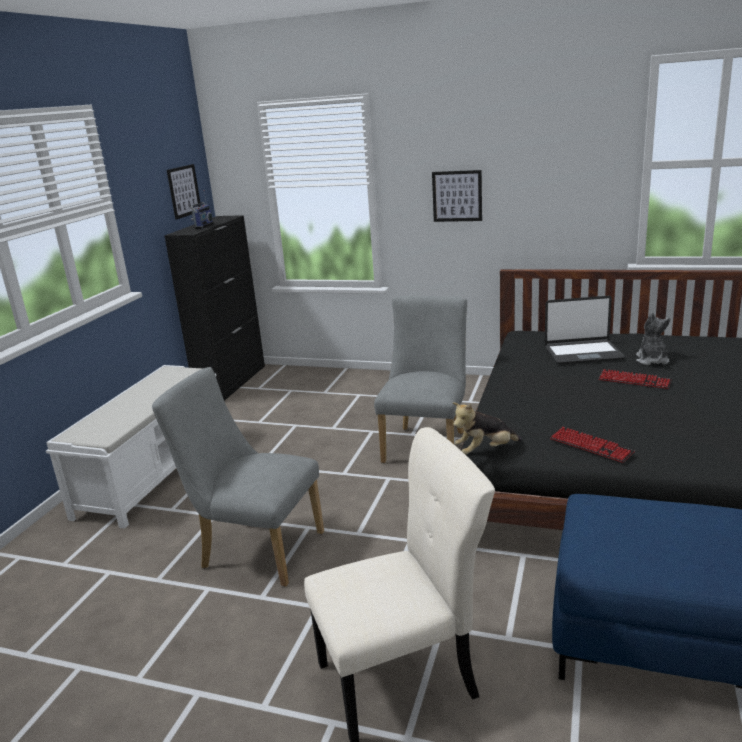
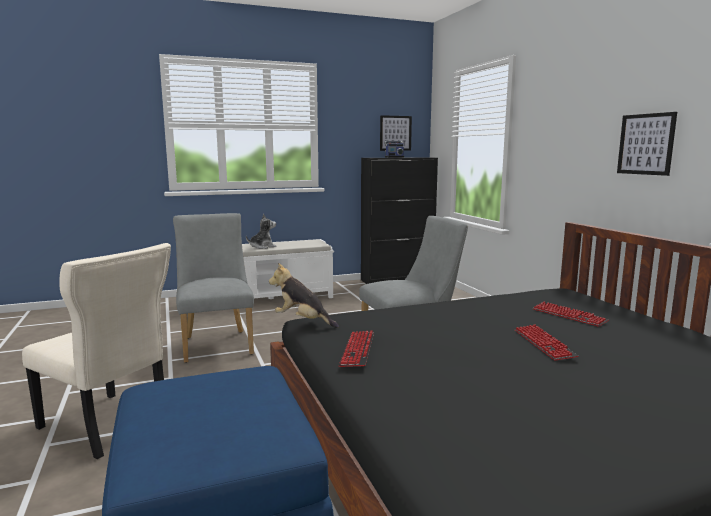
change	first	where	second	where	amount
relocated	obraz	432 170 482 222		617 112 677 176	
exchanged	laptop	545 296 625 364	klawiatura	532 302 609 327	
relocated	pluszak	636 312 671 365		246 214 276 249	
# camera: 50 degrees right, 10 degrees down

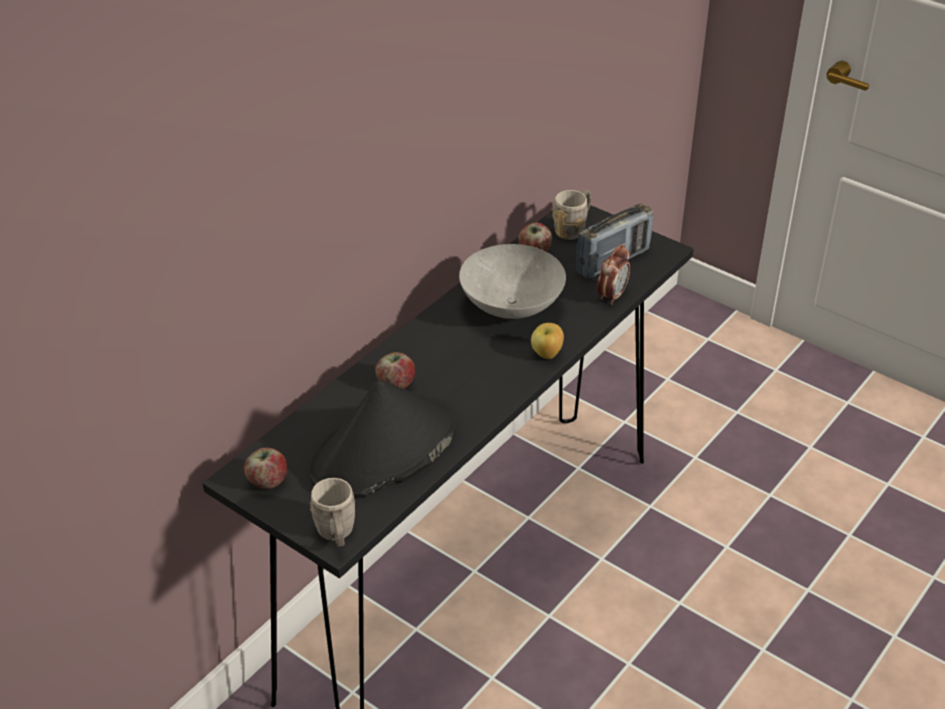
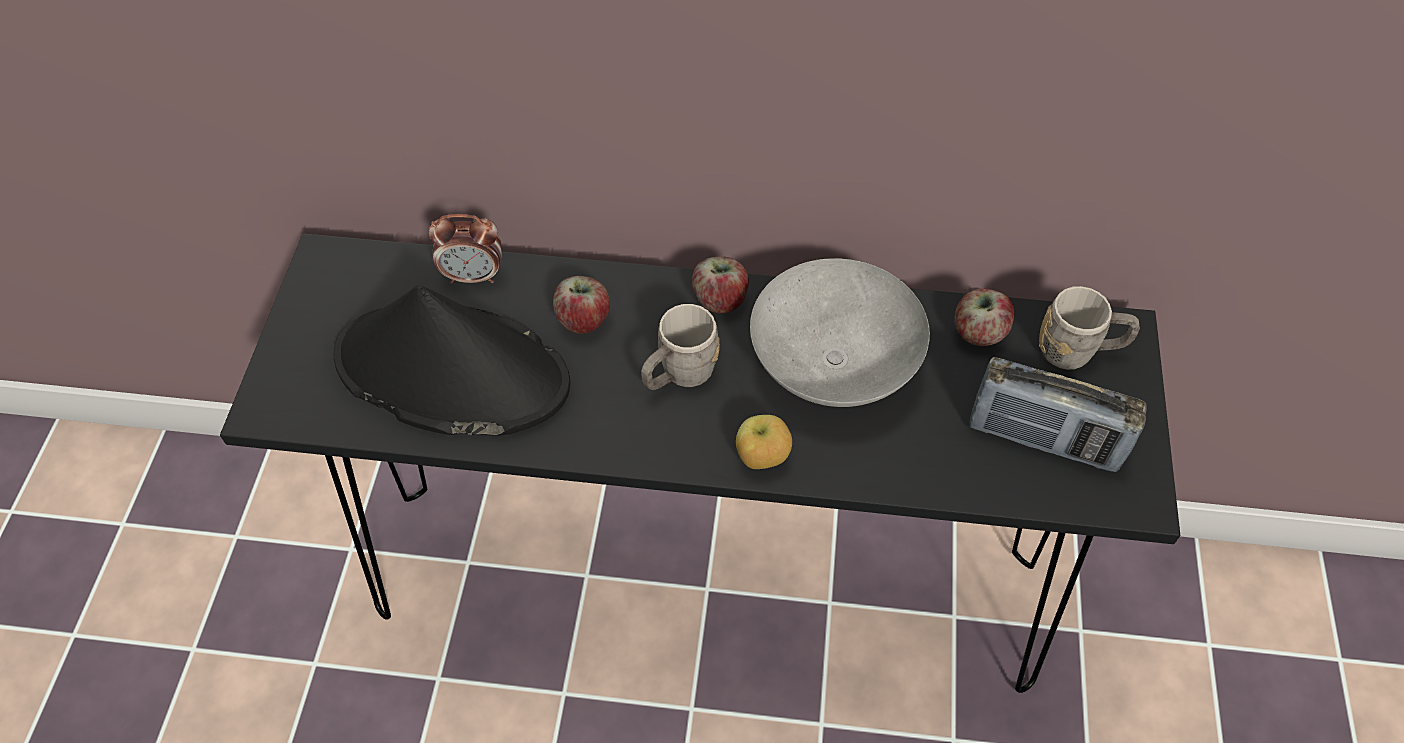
change	first	where	second	where	amount
relocated	budzik	597 244 630 305		429 214 502 284	
relocated	jabłko	244 448 287 489		692 256 749 313	
relocated	kubek (szary)	310 478 355 547		641 304 719 390	
# camera: 60 degrees right, 15 degrees up

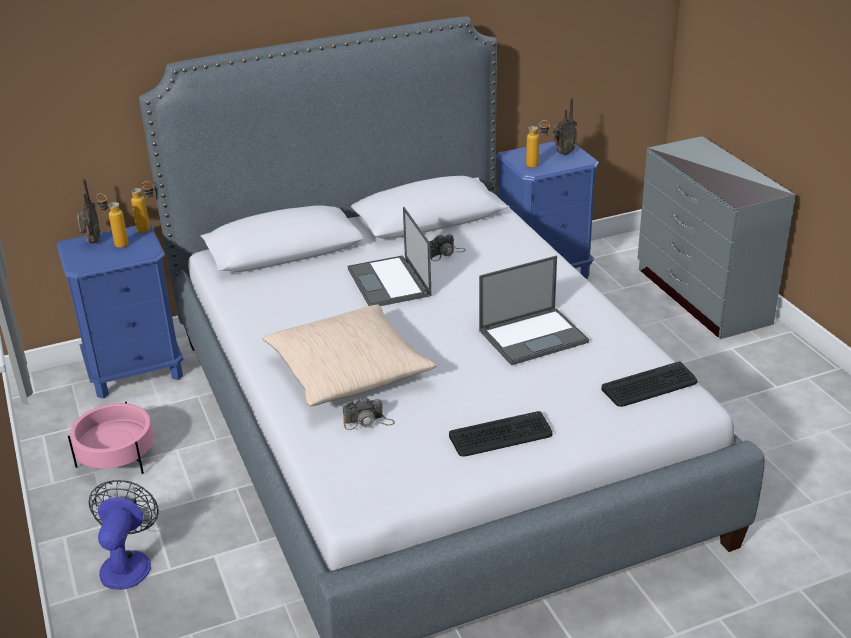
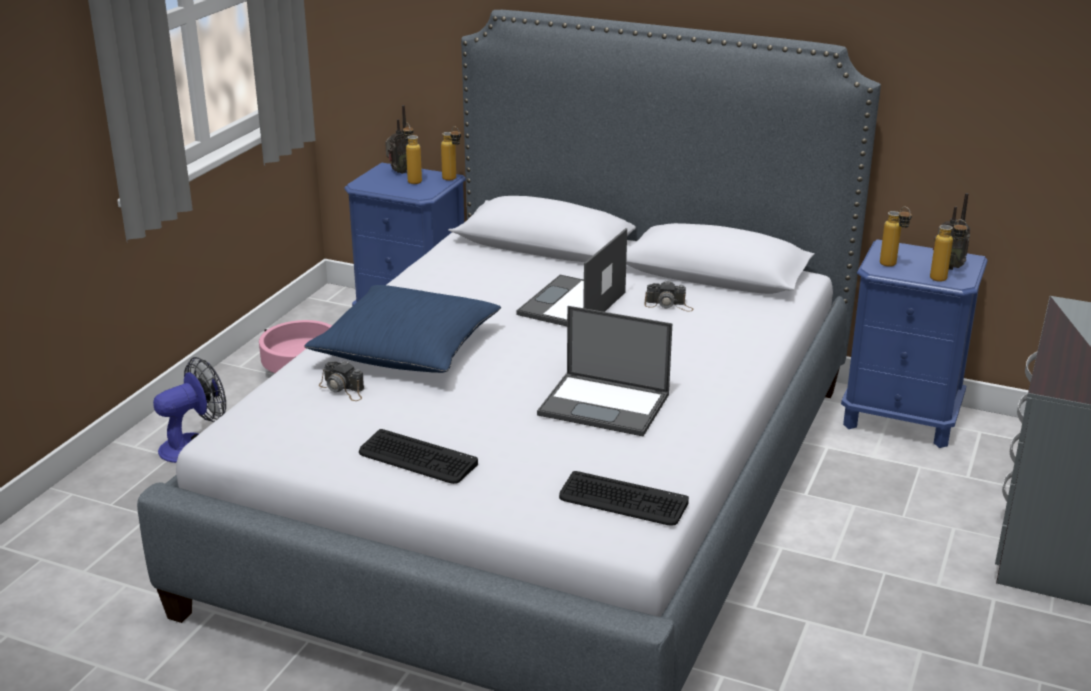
change	first	where	second	where	amount
colour	poduszka (beżowy)	262 305 437 406	poduszka (niebieski)	304 285 501 373	
appeared			butelka	930 219 967 282	
# camera: 45 degrees right, 5 degrees down

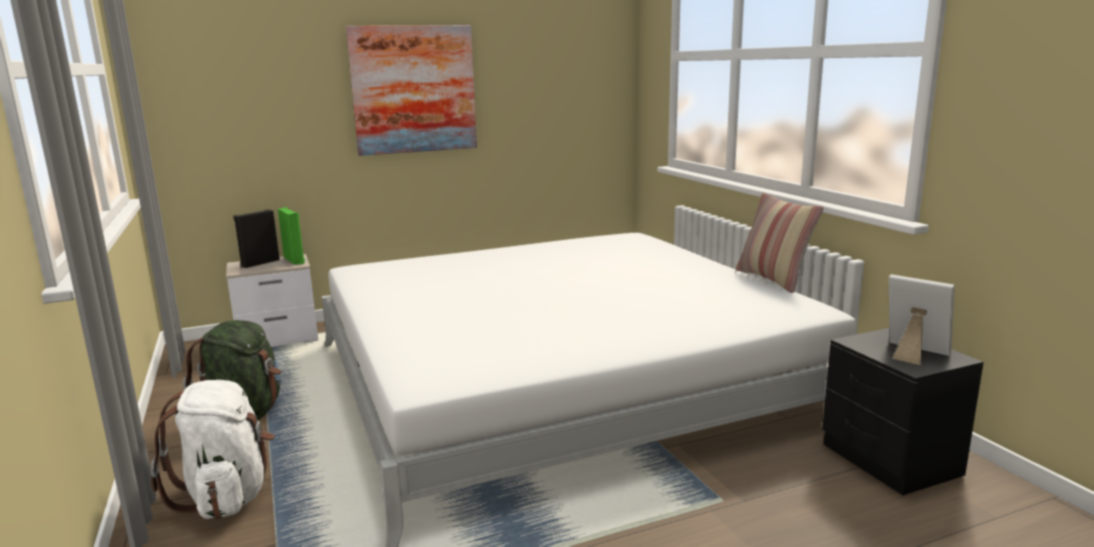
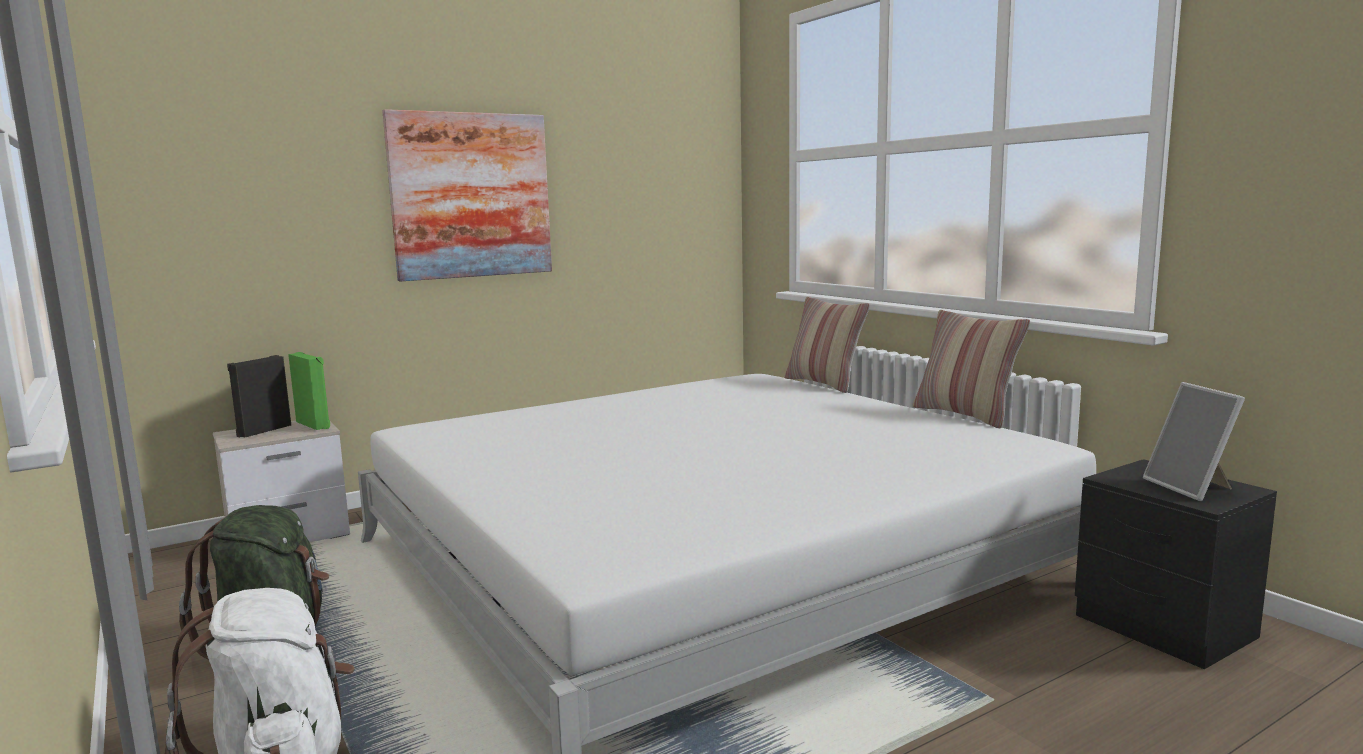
change	first	where	second	where	amount
spun	ramka na zdjęcie	889 274 954 365		1143 382 1245 501	135 degrees counterclockwise
appeared			poduszka	784 297 870 393	
# camera: 10 degrees left, 5 degrees down

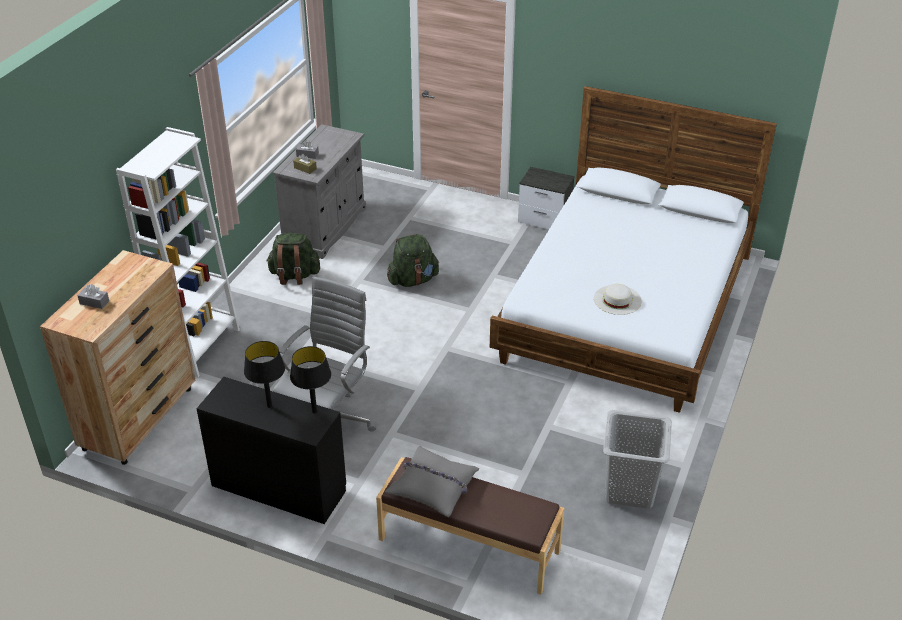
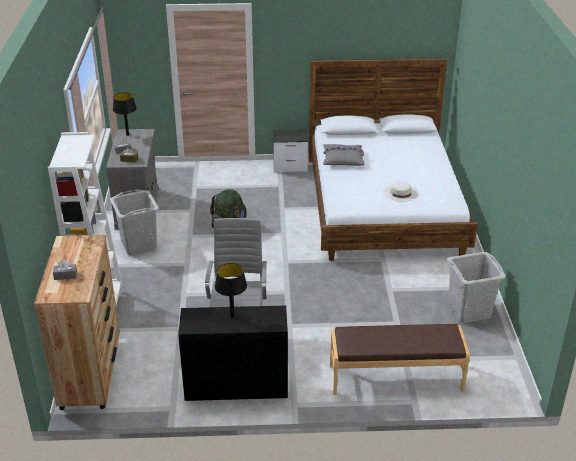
change	first	where	second	where	amount
exchanged	plecak (zielony)	266 233 320 285	kosz na pranie (szary)	110 189 159 255	
relocated	lampa stołowa (czarny)	290 346 331 414		113 92 137 136	
relocated	poduszka (szary)	385 446 479 517		323 144 365 166	
# camera: 25 degrees left, 5 degrees down

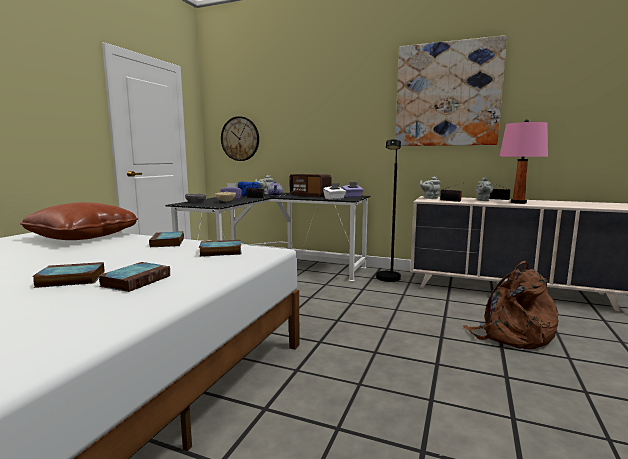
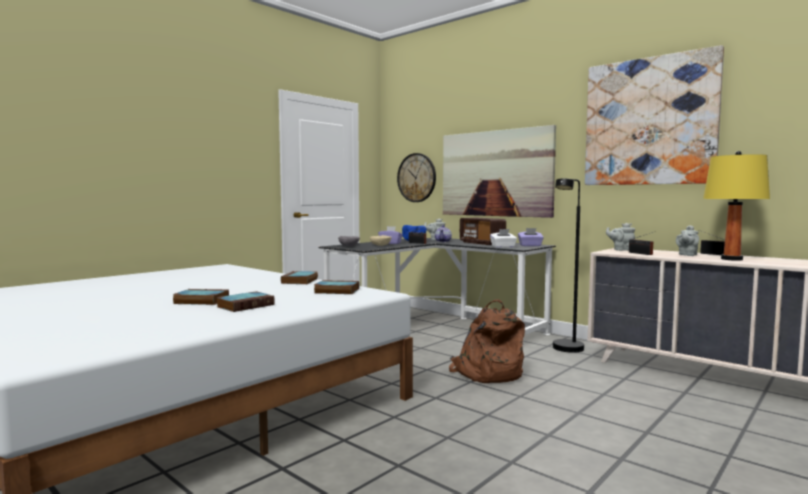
change	first	where	second	where	amount
colour	lampa stołowa (różowy)	499 119 548 204	lampa stołowa (żółty)	703 151 770 261	
missing	poduszka (brązowy)	20 202 138 240			
relocated	plecak (brązowy)	463 261 559 349		449 299 525 383	
appeared			obraz	443 125 556 218	
# camera: 20 degrees right, 5 degrees down

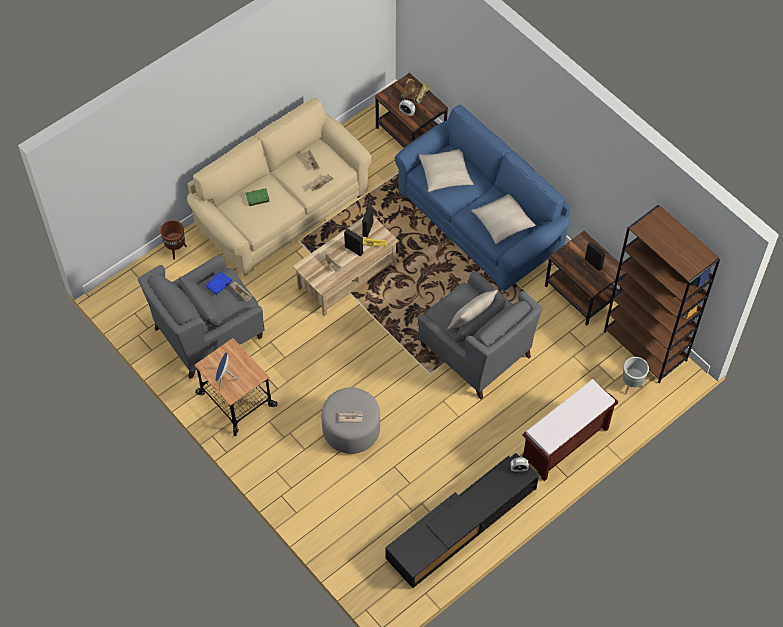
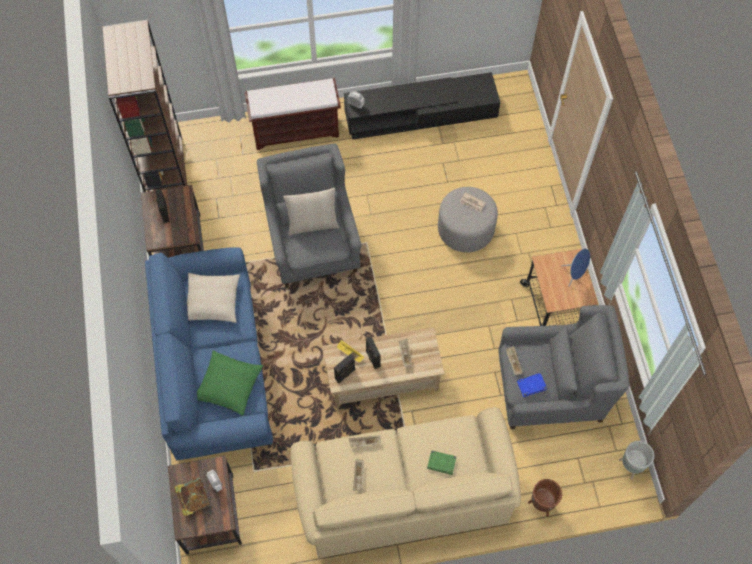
change	first	where	second	where	amount
colour	poduszka (beżowy)	419 149 473 192	poduszka (zielony)	197 350 263 416	
relocated	donica (szary)	622 357 649 395		619 441 654 480	
# camera: 150 degrees left, 5 degrees up

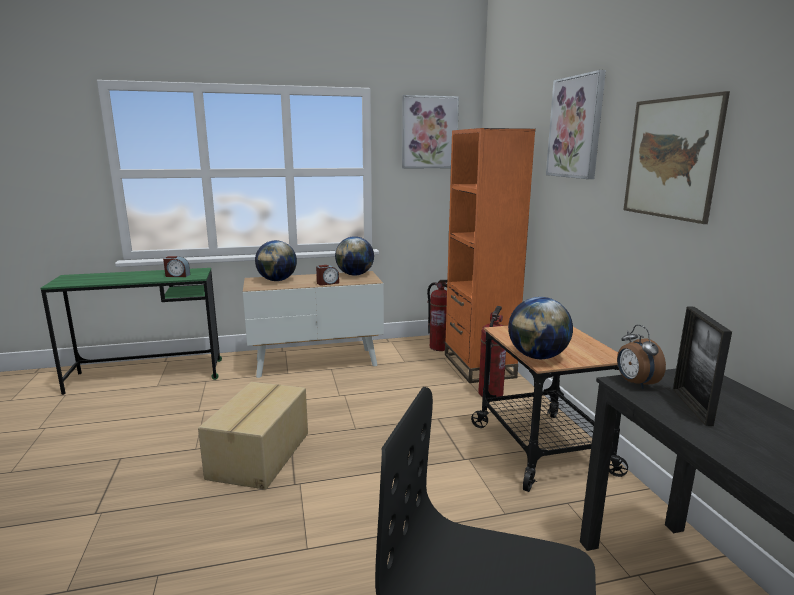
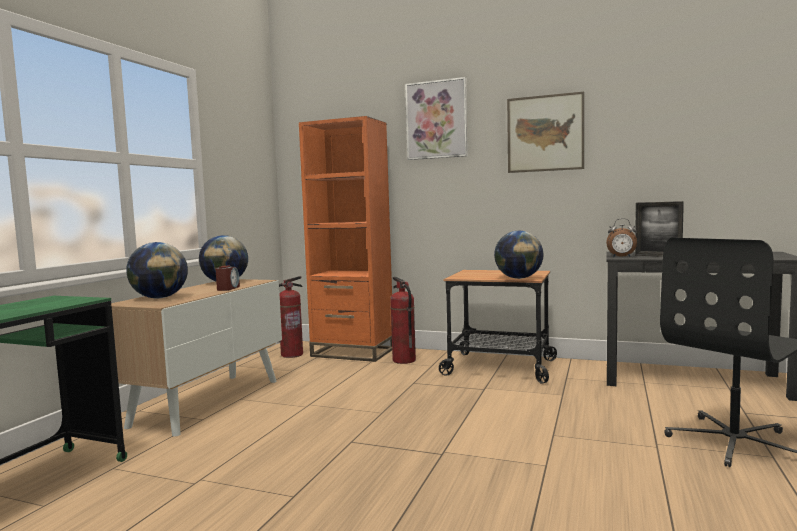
change	first	where	second	where	amount
missing	obraz	402 95 459 169			
missing	budzik	163 256 190 277			
missing	karton	198 382 308 490			
# camera: 55 degrees left, 10 degrees down

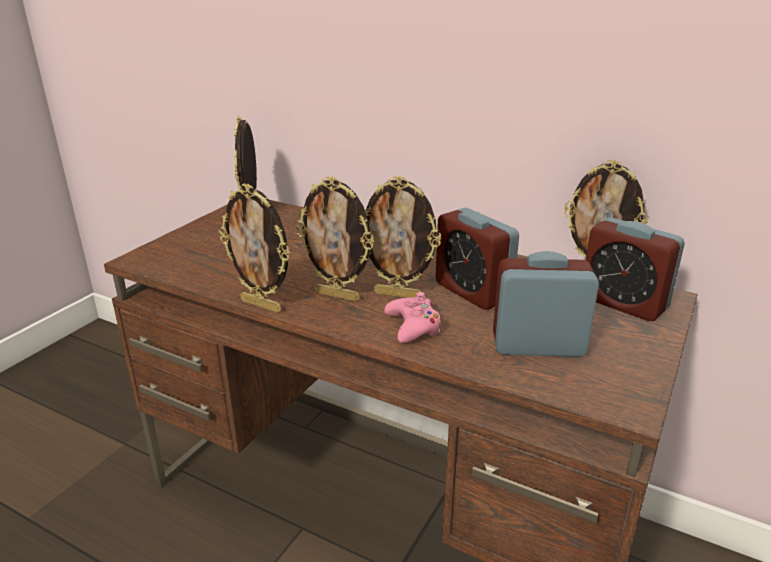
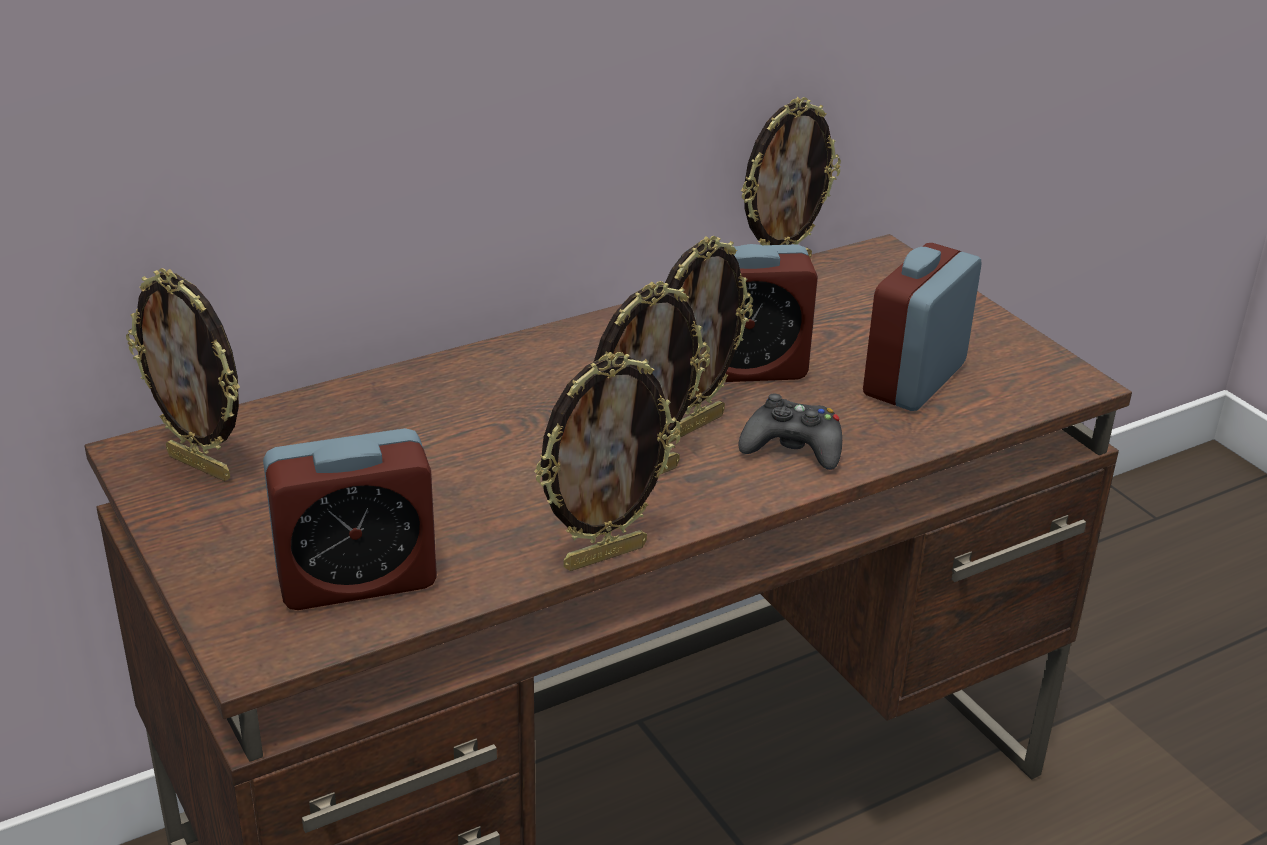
change	first	where	second	where	amount
relocated	budzik	585 217 685 321		263 428 437 610	
colour	pad do gier (różowy)	384 292 441 343	pad do gier (czarny)	738 394 842 470	
# camera: 60 degrees left, 5 degrees up

